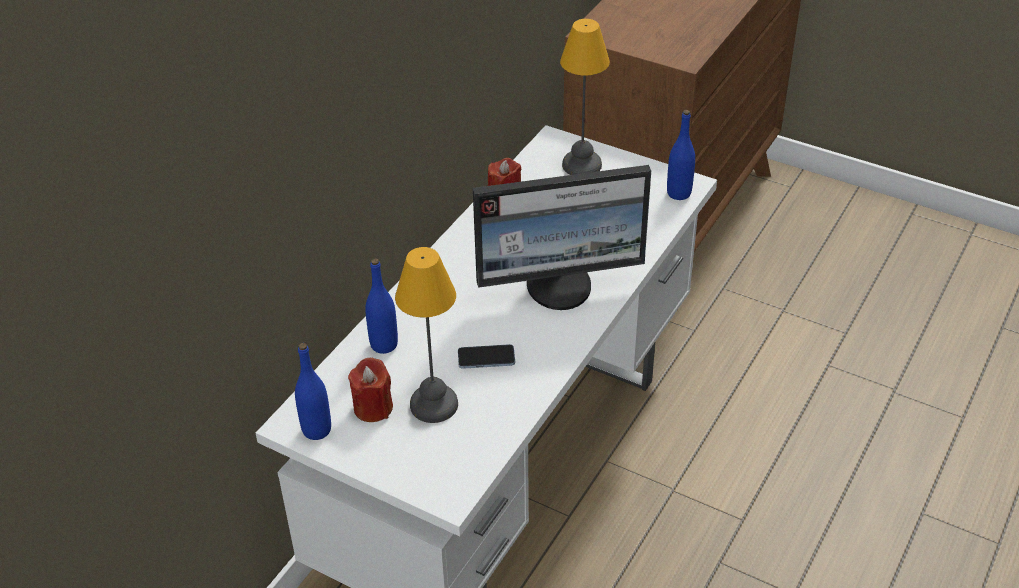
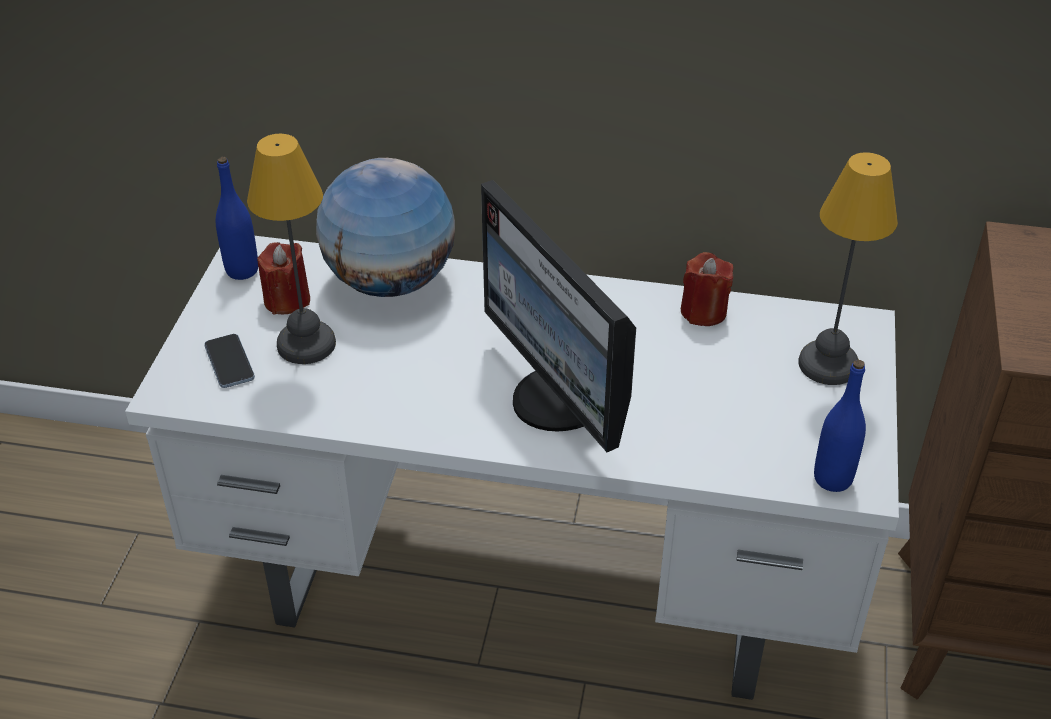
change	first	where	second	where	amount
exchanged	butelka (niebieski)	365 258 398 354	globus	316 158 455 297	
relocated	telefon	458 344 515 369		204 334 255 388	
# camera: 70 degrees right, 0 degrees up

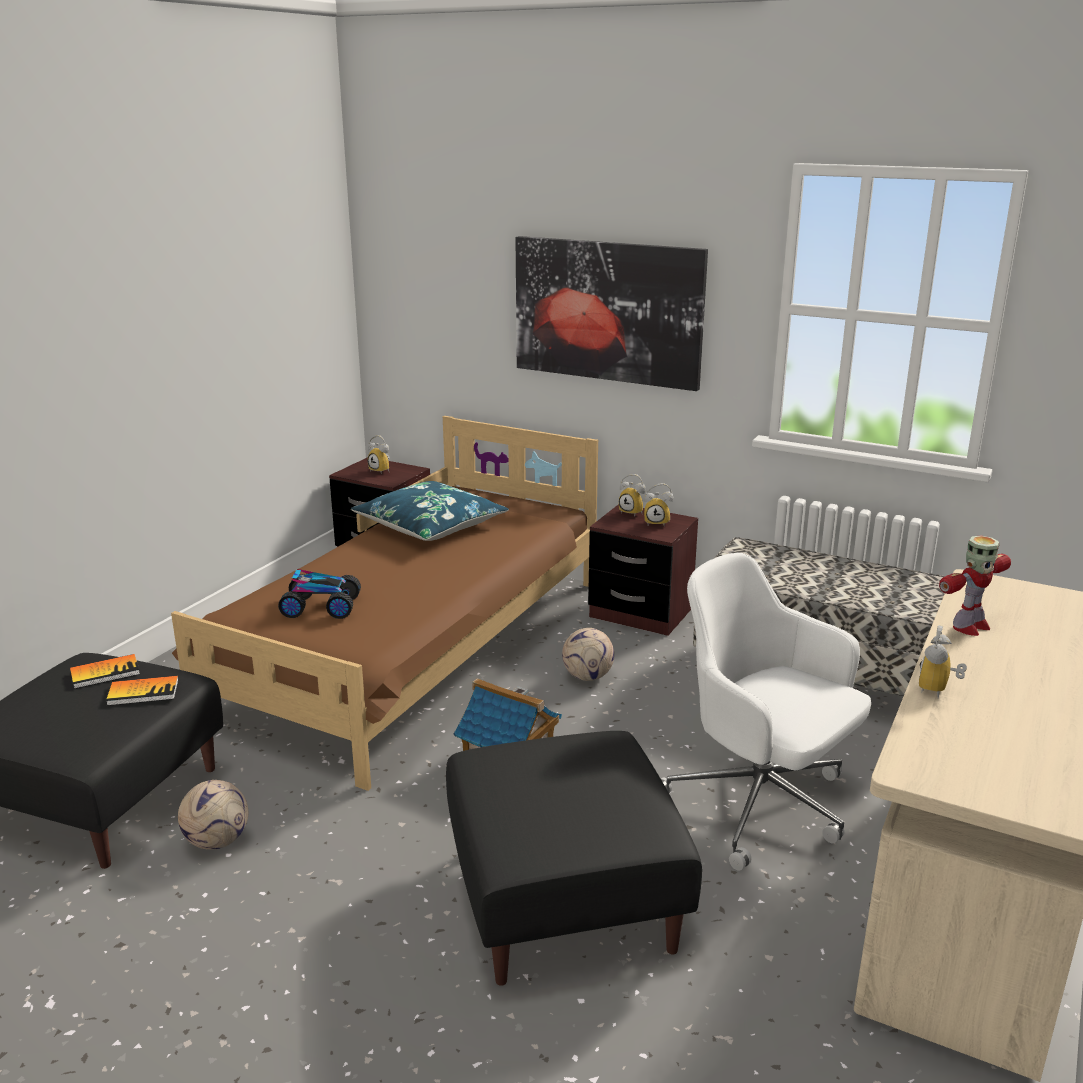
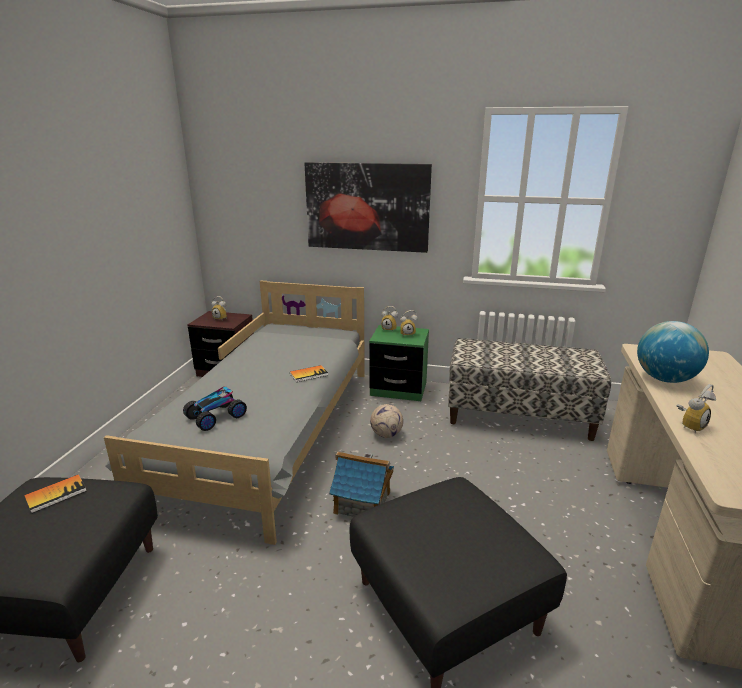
change	first	where	second	where	amount
colour	łóżko (brązowy)	171 416 598 791	łóżko (szary)	104 280 365 545	
missing	poduszka (niebieski)	351 481 509 541			
colour	szafka nocna (brązowy)	588 504 698 636	szafka nocna (zielony)	369 325 429 401	
exchanged	robot zabawkowy	939 536 1011 636	globus	637 321 709 383	
missing	krzesło biurowe (biały)	661 553 871 871			
spun	samochodzik	278 569 361 619		183 386 247 431	150 degrees clockwise
spun	budzik	919 625 967 699		677 384 716 434	135 degrees counterclockwise
relocated	książka	106 676 179 706		290 365 328 382	
missing	piłka futbolowa	178 780 248 850			
# camera: 15 degrees left, 0 degrees up

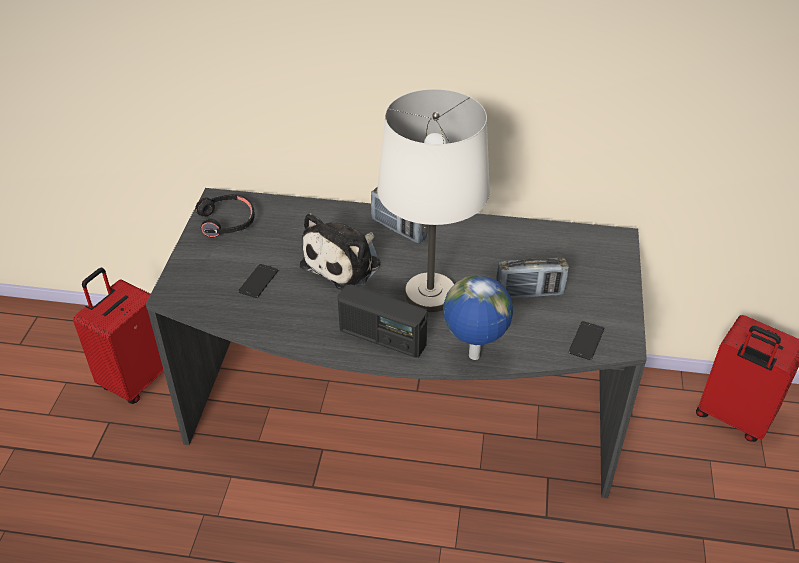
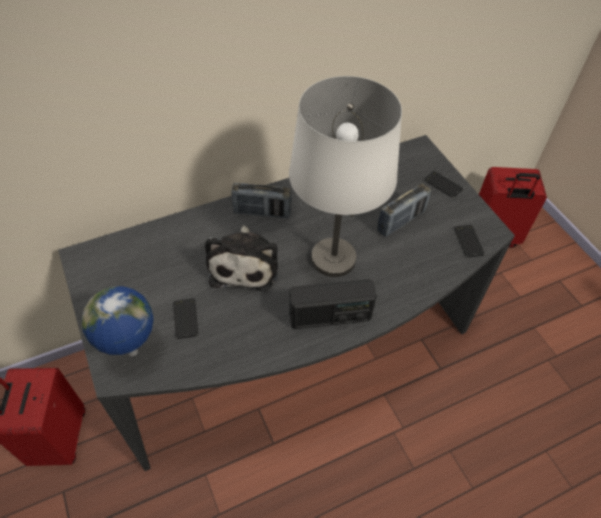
change	first	where	second	where	amount
missing	słuchawki (czarny)	195 194 255 237			
relocated	globus	443 275 513 360		81 286 154 356	
appeared			telefon	424 171 463 198	
# camera: 35 degrees left, 10 degrees up

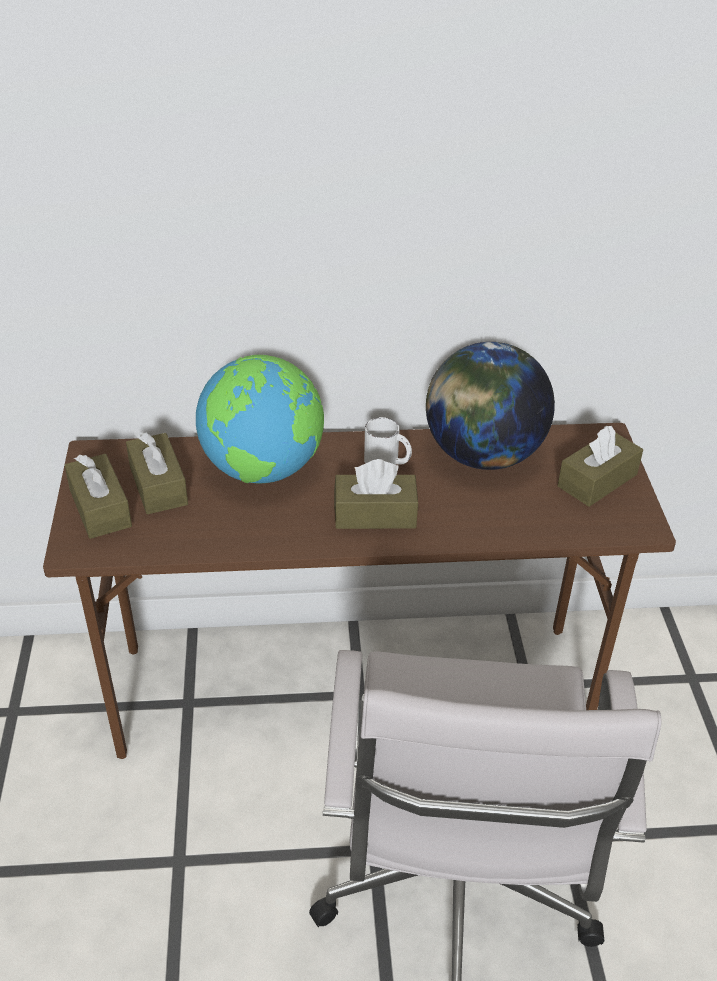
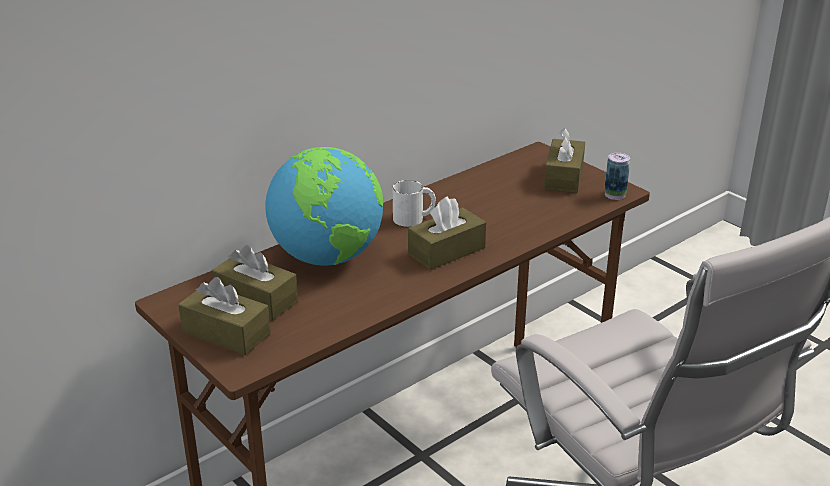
change	first	where	second	where	amount
missing	globus	426 342 555 470			
appeared			puszka	604 153 630 200	
# camera: 35 degrees left, 10 degrees down

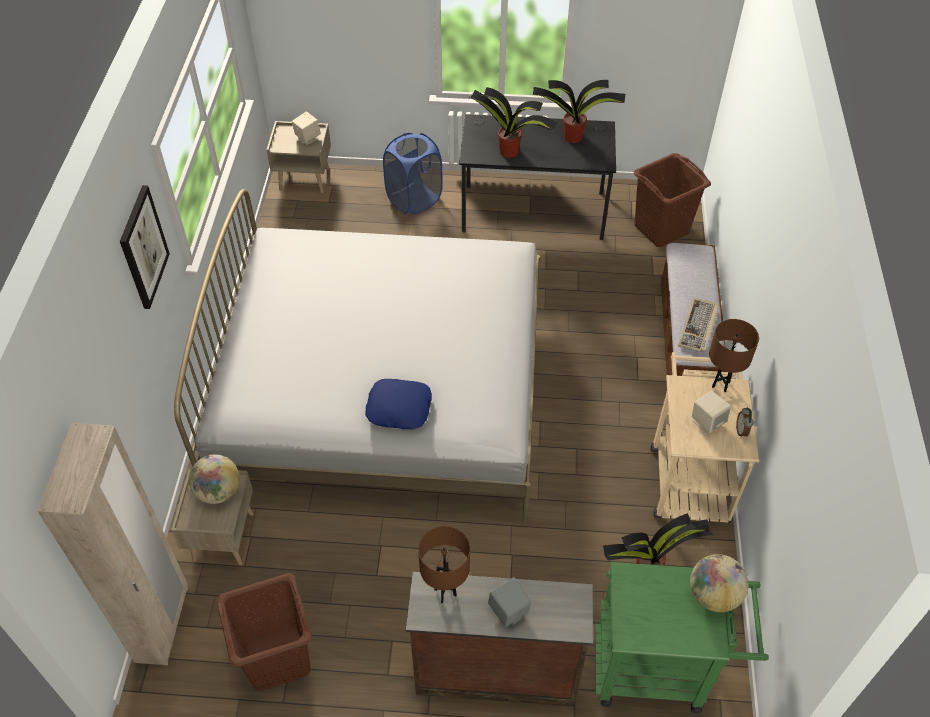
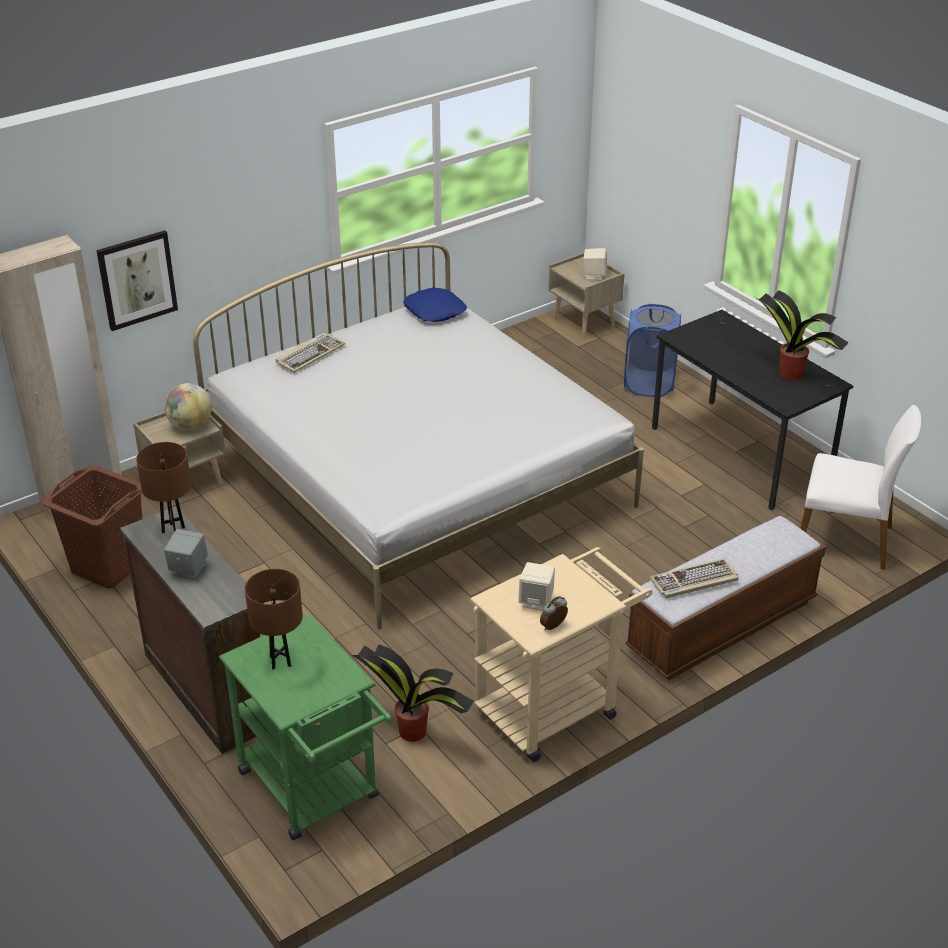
change	first	where	second	where	amount
missing	roślina doniczkowa	468 87 558 158			
exchanged	kosz na pranie (brązowy)	634 153 711 247	krzesło (biały)	800 405 921 570	
relocated	obraz	120 185 170 309		96 230 178 331	
relocated	lampa stołowa (brązowy)	709 319 759 392		245 569 303 670	
relocated	poduszka (niebieski)	365 379 432 429		403 288 467 322	
missing	globus	690 554 748 612			
appeared			klawiatura	276 333 345 373	
# camera: 50 degrees right, 15 degrees down

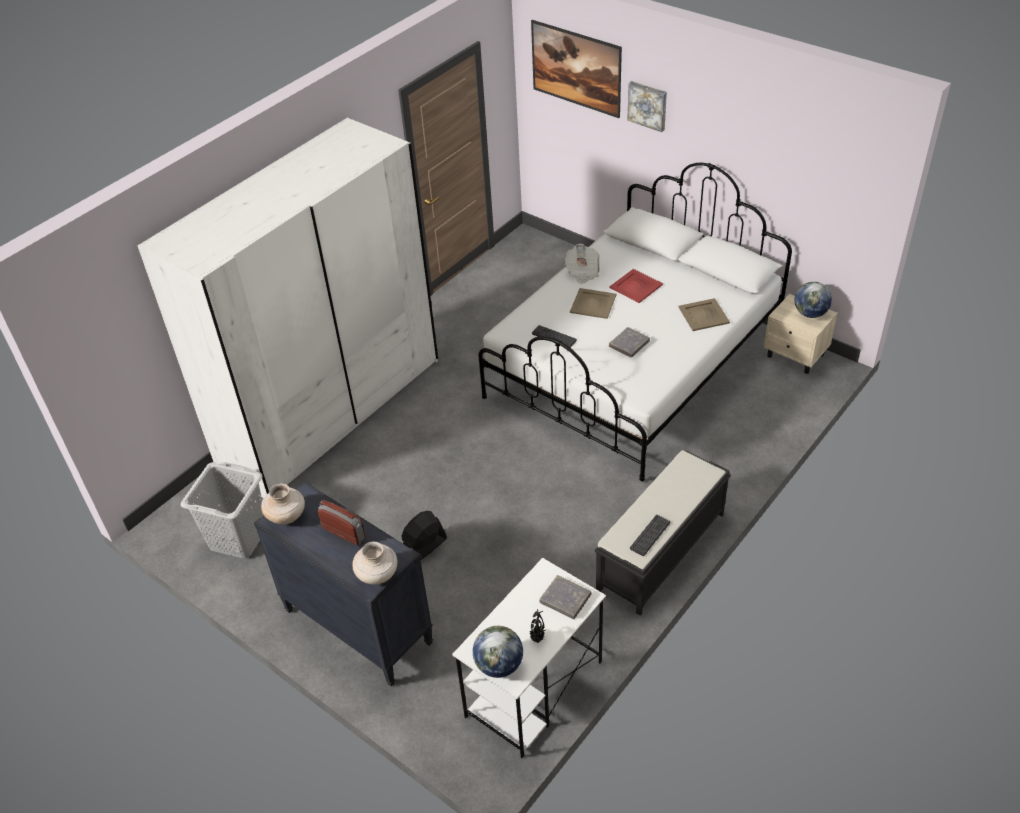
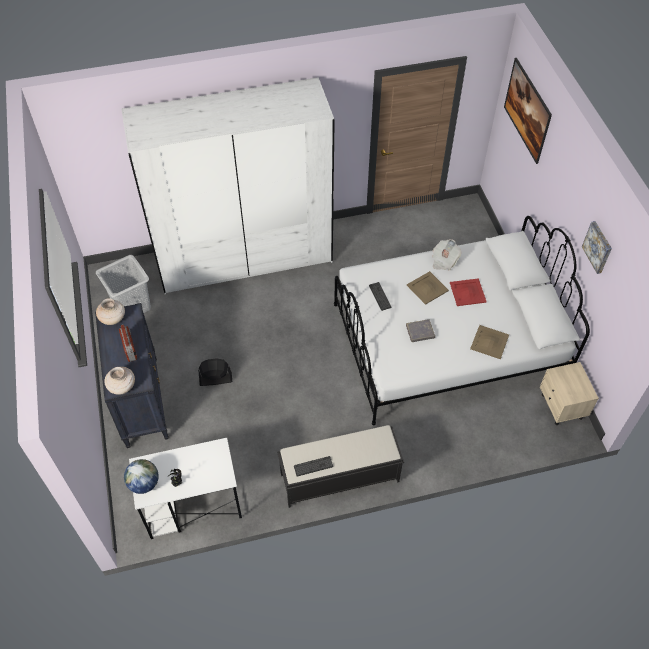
change	first	where	second	where	amount
relocated	obraz	627 81 667 132		582 221 612 274	
missing	globus	795 282 832 318			
missing	książka (szary)	539 575 592 619			
# camera: 35 degrees right, 10 degrees up

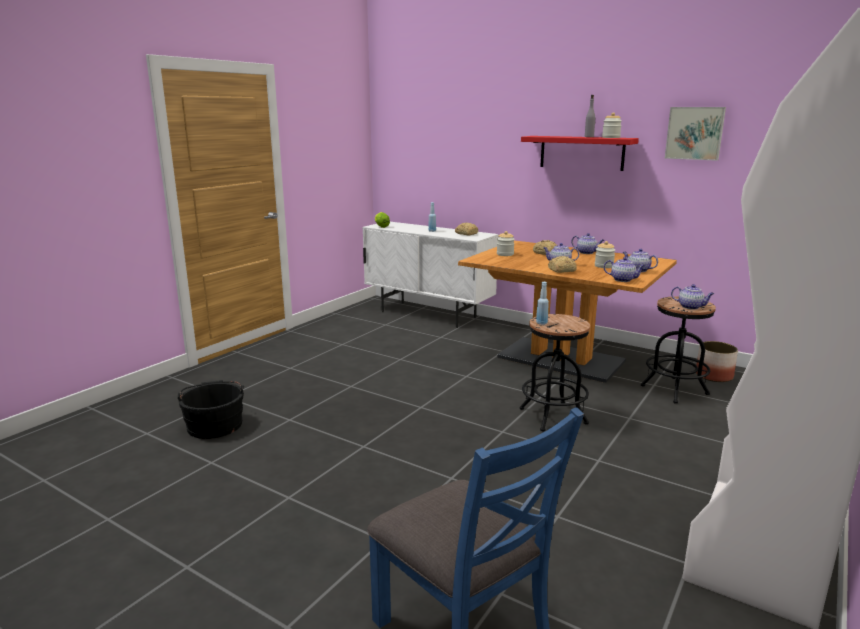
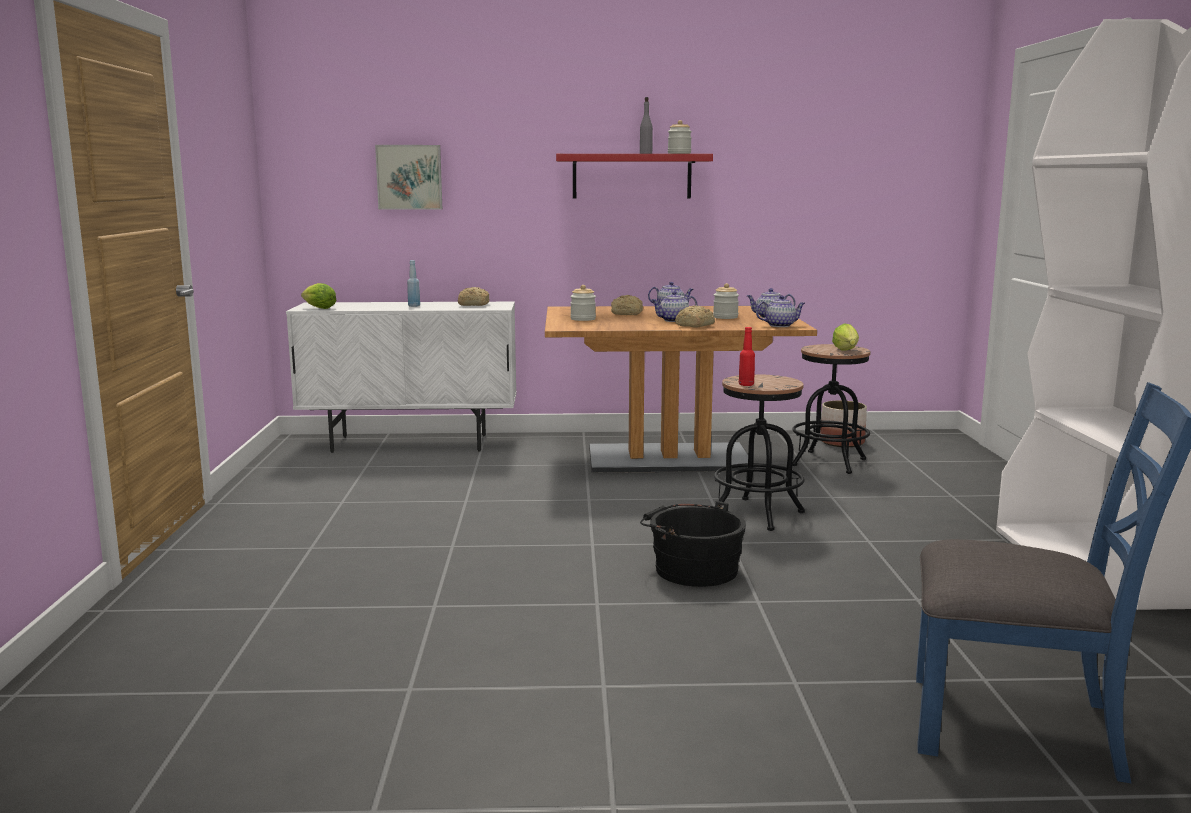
change	first	where	second	where	amount
relocated	obraz	665 107 726 161		375 145 442 210	
colour	butelka (niebieski)	536 282 549 325	butelka (czerwony)	739 327 755 386	
exchanged	imbryk	671 284 714 310	sałata	832 323 859 350	
relocated	wiadro (czarny)	178 380 244 439		640 501 746 587	
# camera: 35 degrees left, 5 degrees down

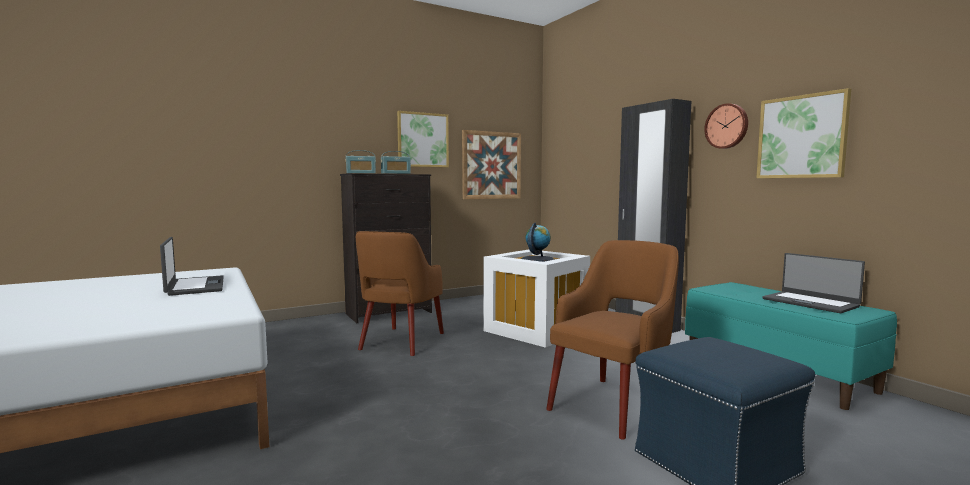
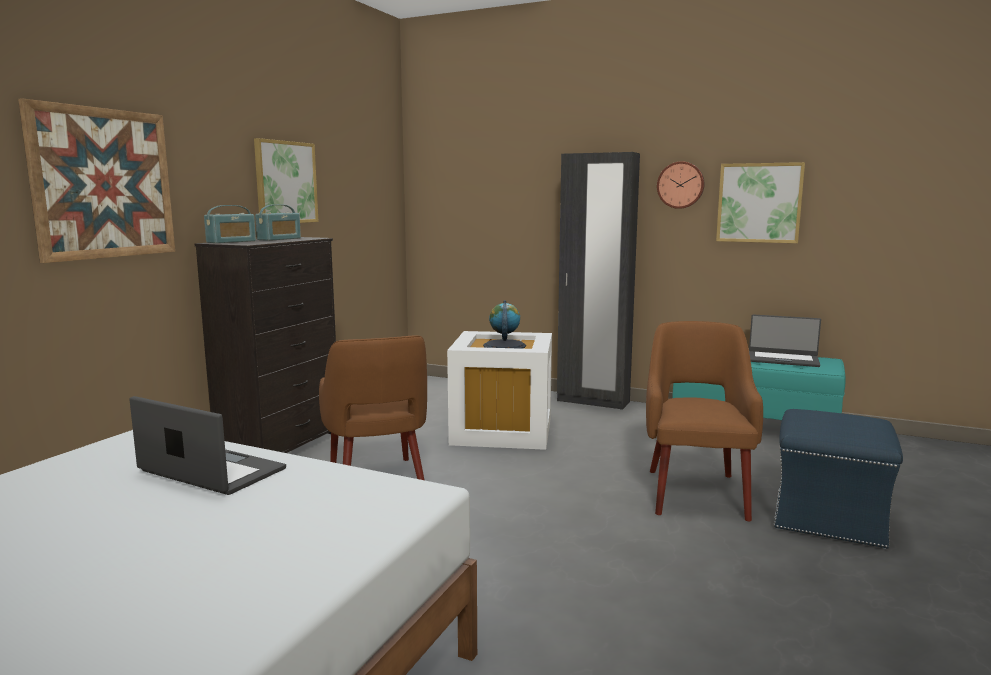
change	first	where	second	where	amount
relocated	obraz	462 130 521 199		18 98 175 263	
# camera: 35 degrees left, 5 degrees up

